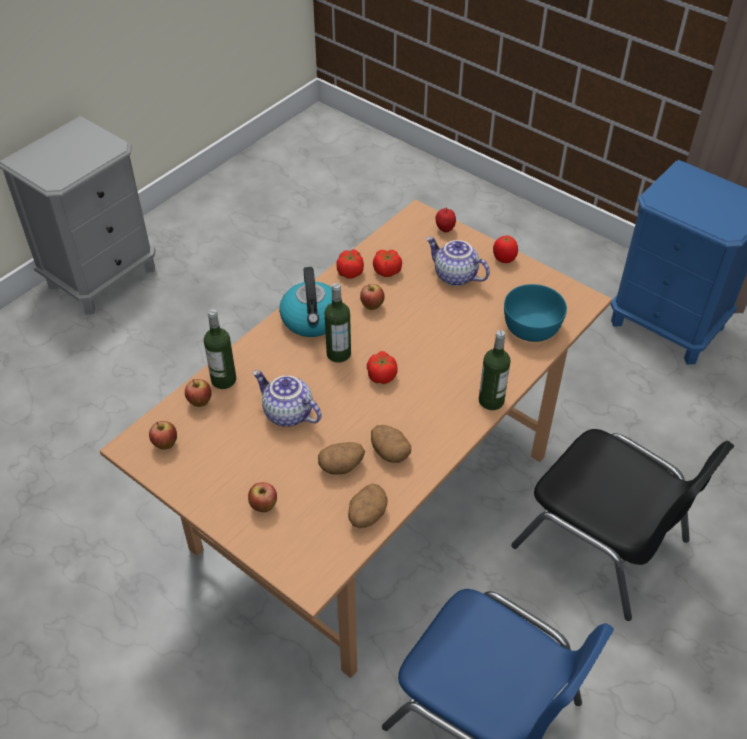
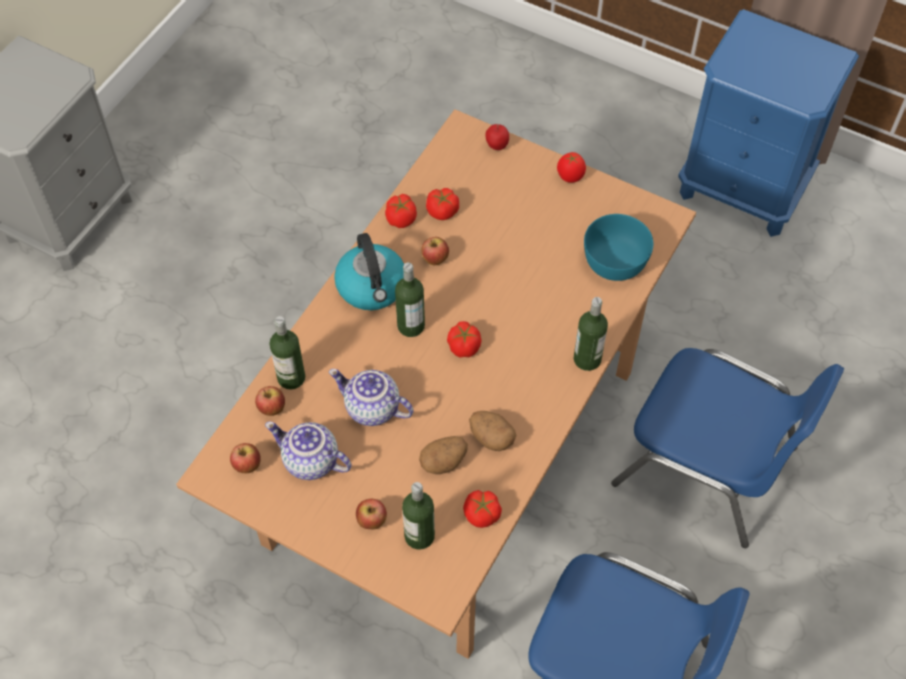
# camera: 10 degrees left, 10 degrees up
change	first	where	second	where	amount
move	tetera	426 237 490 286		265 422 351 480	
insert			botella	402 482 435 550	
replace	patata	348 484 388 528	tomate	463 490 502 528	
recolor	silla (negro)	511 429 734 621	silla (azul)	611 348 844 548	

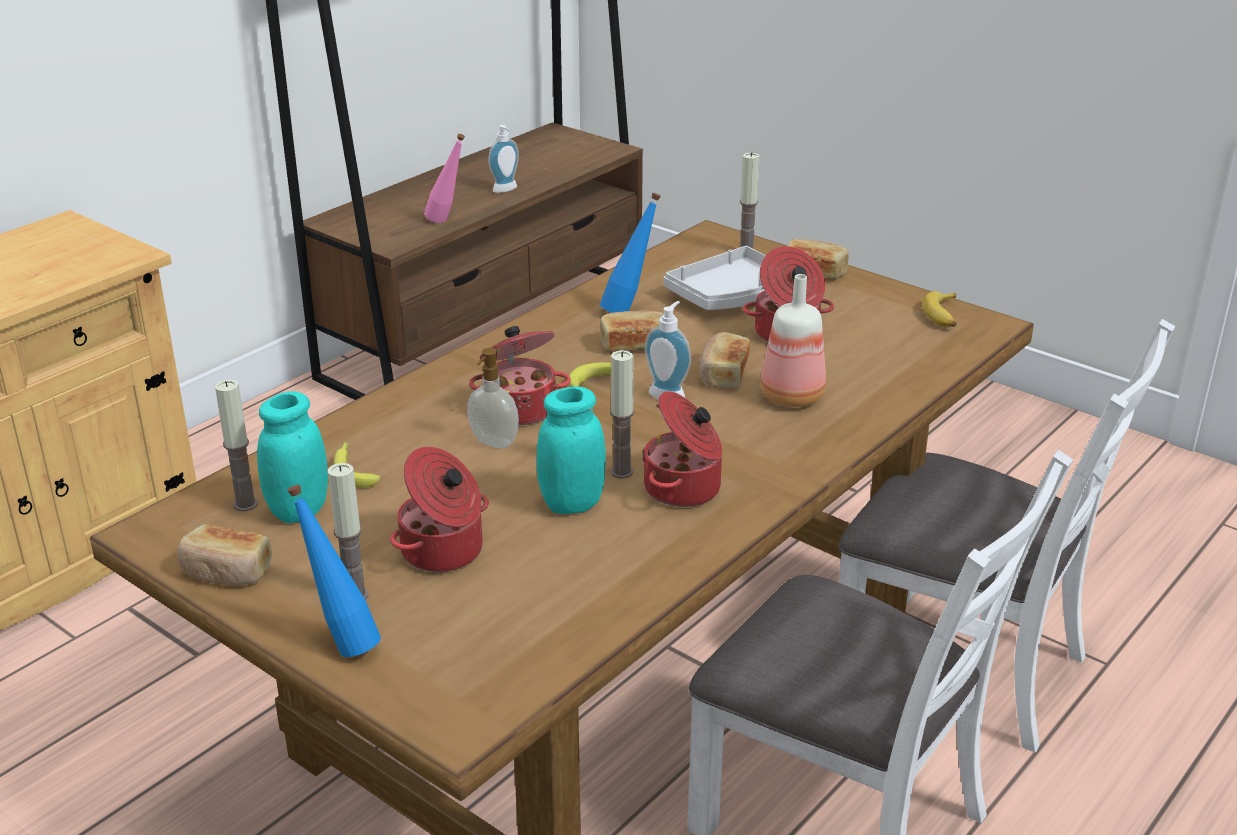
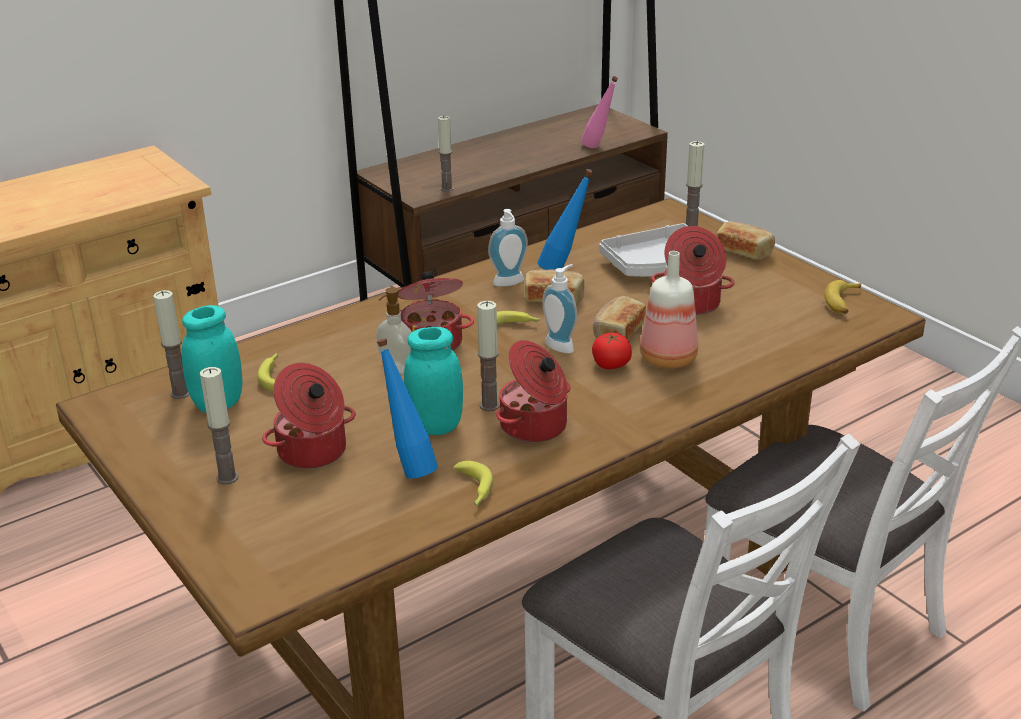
# camera: 15 degrees right, 0 degrees up
change	first	where	second	where	amount
move	botella (azul)	287 485 381 657		377 338 438 478	
insert			vela	438 116 454 192	
insert			plátano	453 461 493 506	
move	dispensador de jabón	488 125 519 193		488 209 528 286	
move	botella (rosa)	424 134 465 223		581 76 618 148	
insert			tomate	592 332 632 369	
delete	pan	177 524 272 585			

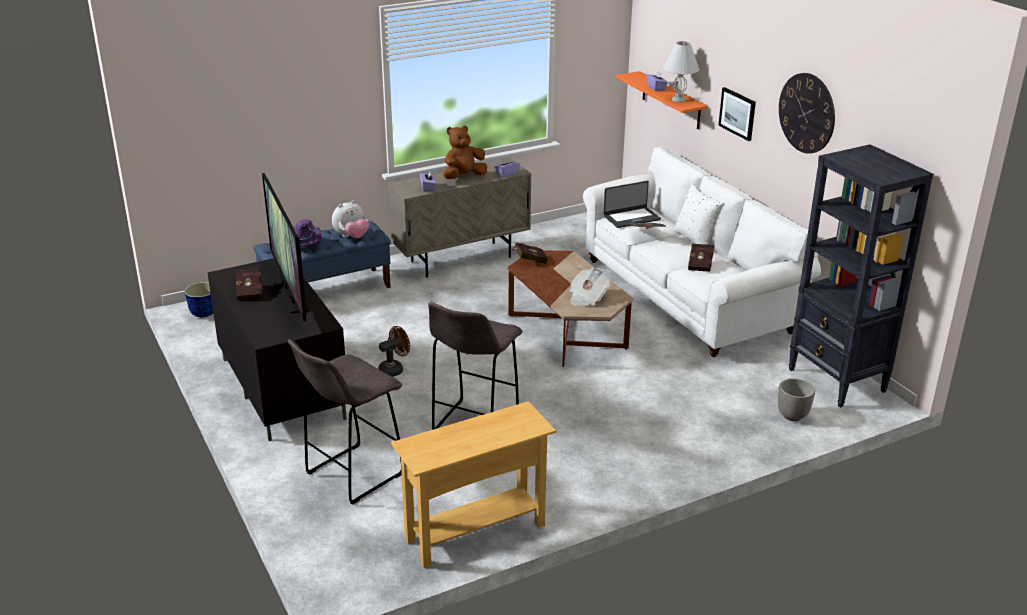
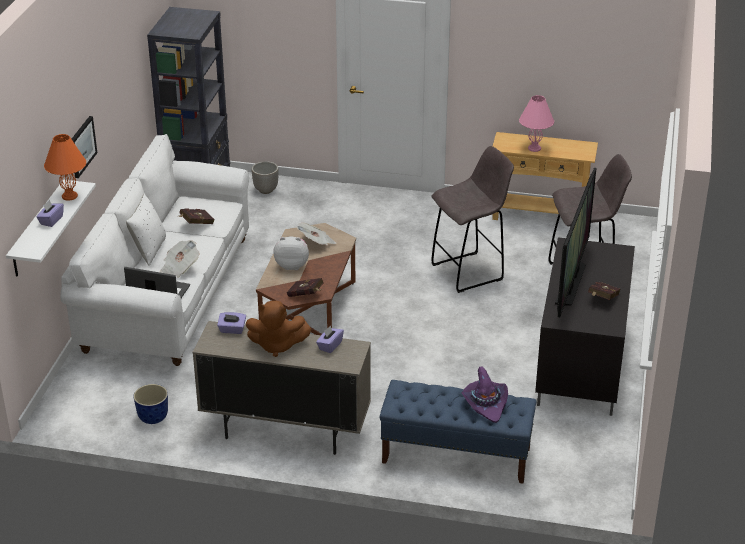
# camera: 140 degrees left, 5 degrees up
change	first	where	second	where	amount
recolor	estante (naranja)	616 71 708 129	estante (blanco)	6 180 96 277	
recolor	lámpara de mesa (blanco)	663 41 700 102	lámpara de mesa (naranja)	44 134 86 201	
move	maceta	185 282 213 317		133 384 168 424	
move	peluche	332 200 369 238		273 236 309 270	
insert			lámpara de mesa (rosa)	519 95 554 152	
delete	ventilador (marrón)	378 326 410 377			
delete	reloj de pared	779 73 835 154			

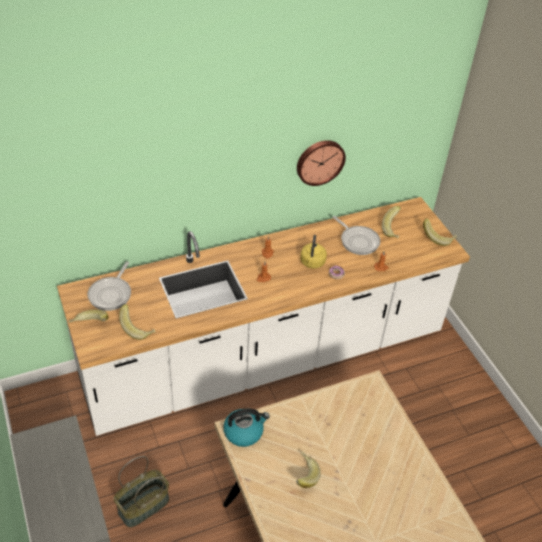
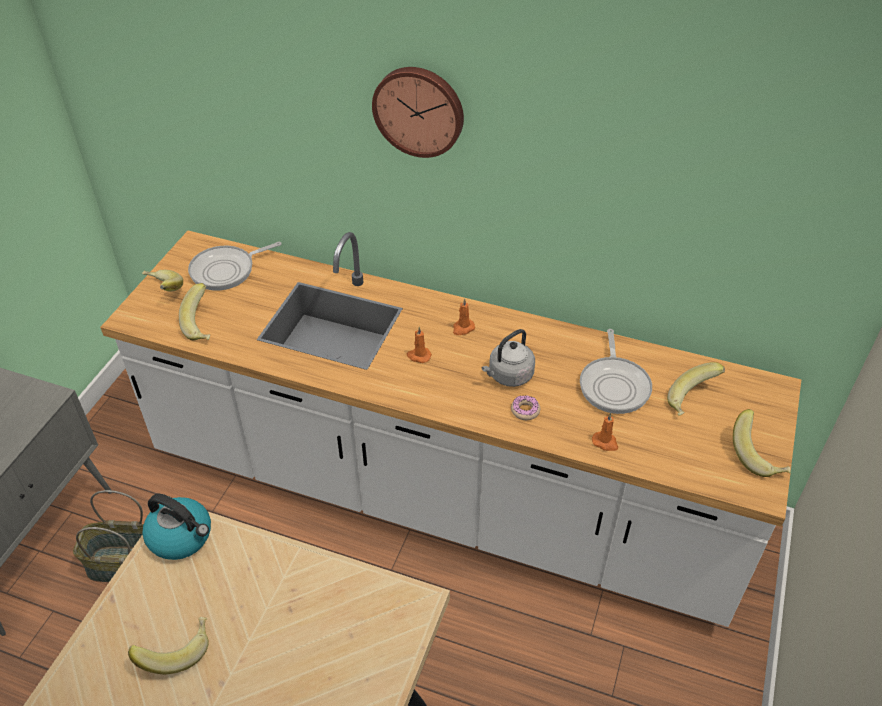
# camera: 45 degrees right, 0 degrees up
change	first	where	second	where	amount
move	reloj de pared	297 140 346 186		372 67 464 158	
recolor	hervidor (amarillo)	300 235 327 269	hervidor (gris)	482 329 535 387	

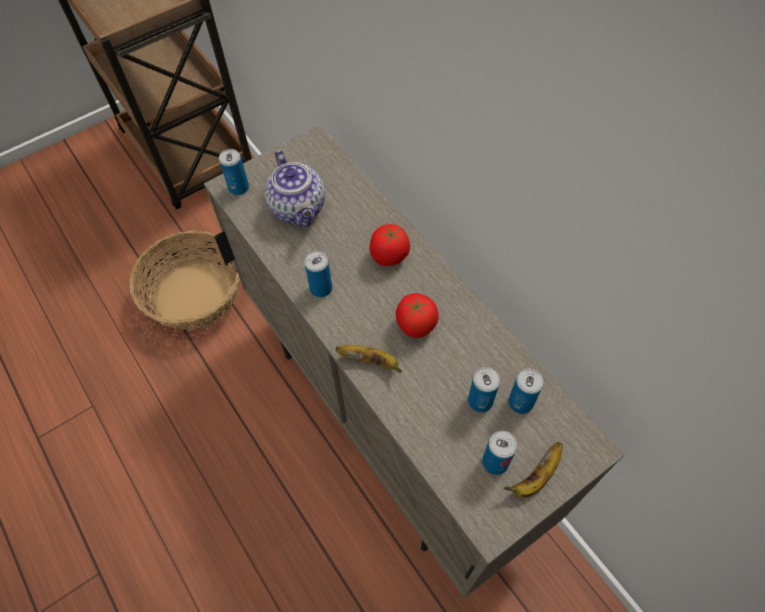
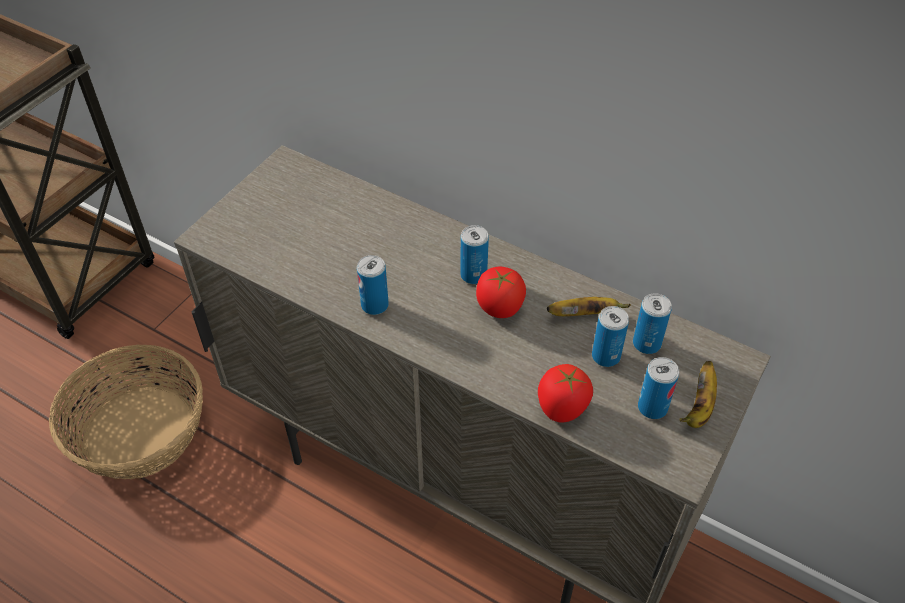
# camera: 25 degrees left, 10 degrees down
change	first	where	second	where	amount
move	lata	219 149 249 195		460 225 489 284	
move	tomate	369 224 410 266		538 364 593 423	
move	plátano	336 345 402 373		547 297 631 316	
delete	tetera	264 150 325 227			

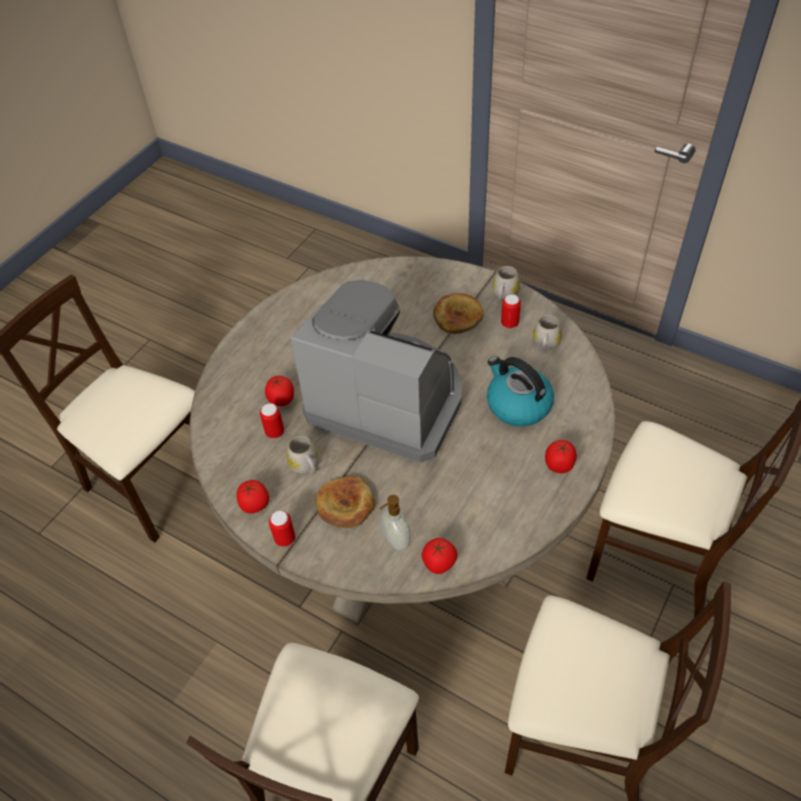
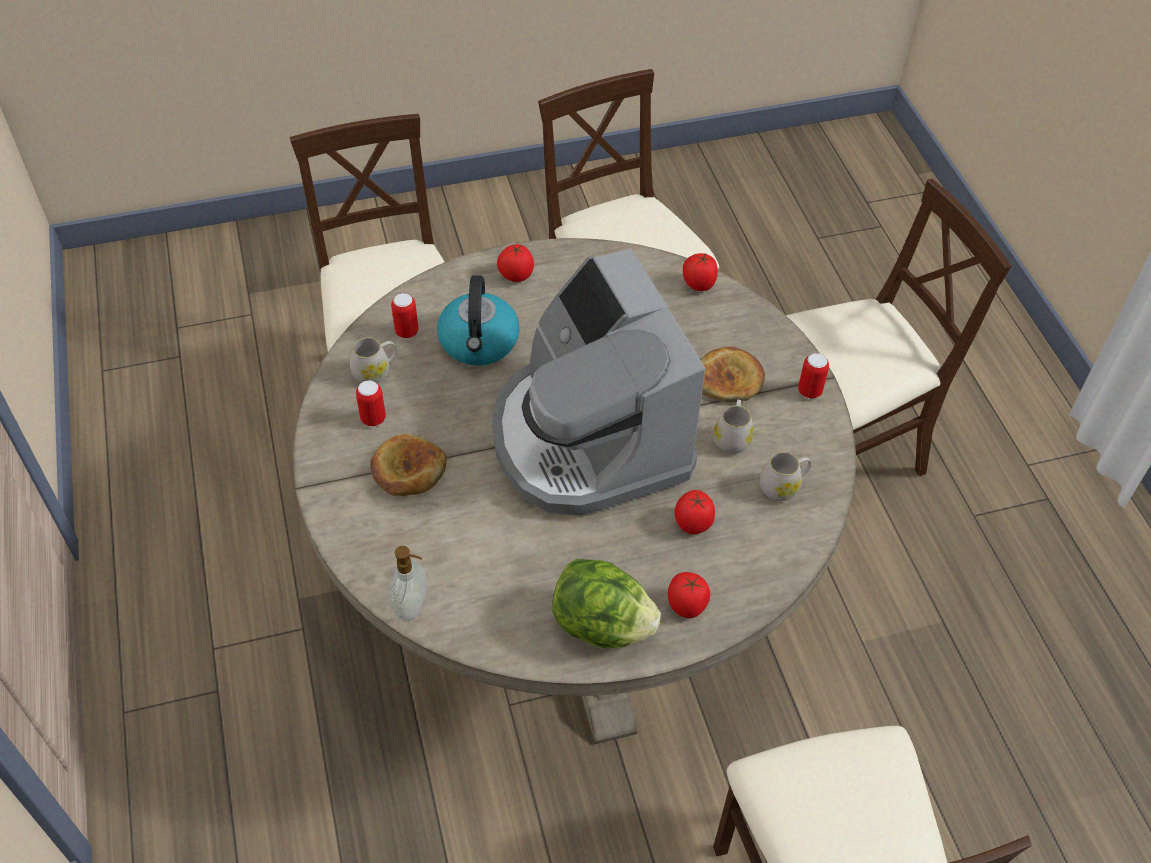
# camera: 140 degrees left, 0 degrees up
change	first	where	second	where	amount
move	dispensador de jabón	380 495 411 551		390 546 426 621	
move	lata	260 403 284 438		391 293 418 339	
insert			lechuga	552 559 661 648	
move	tomate	237 480 269 513		668 572 710 618	
move	taza grande (blanco)	493 266 520 301		760 452 811 501	

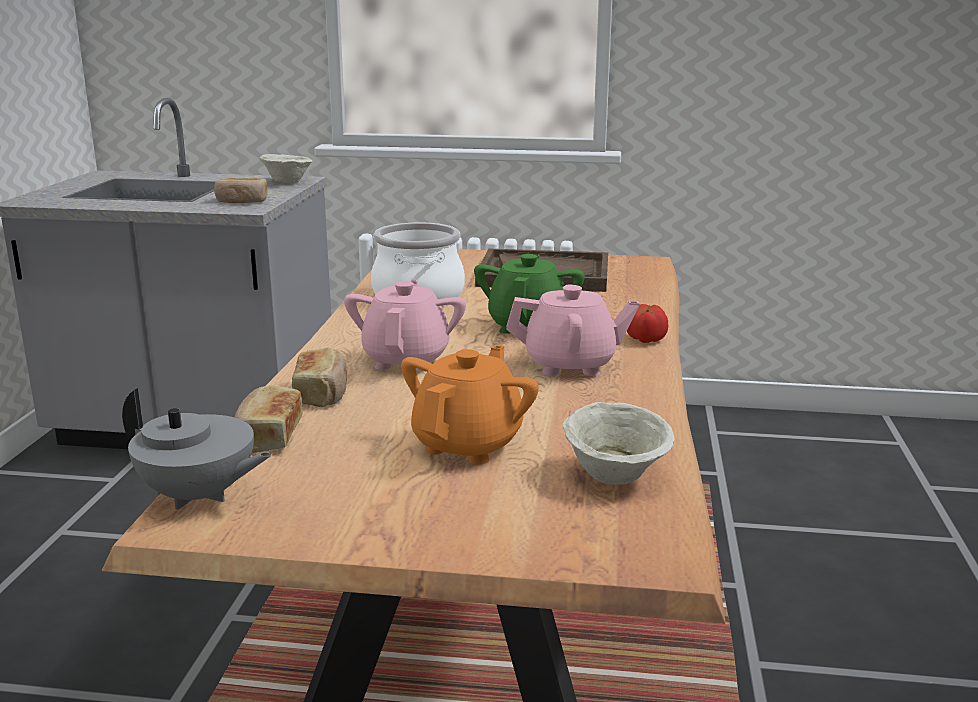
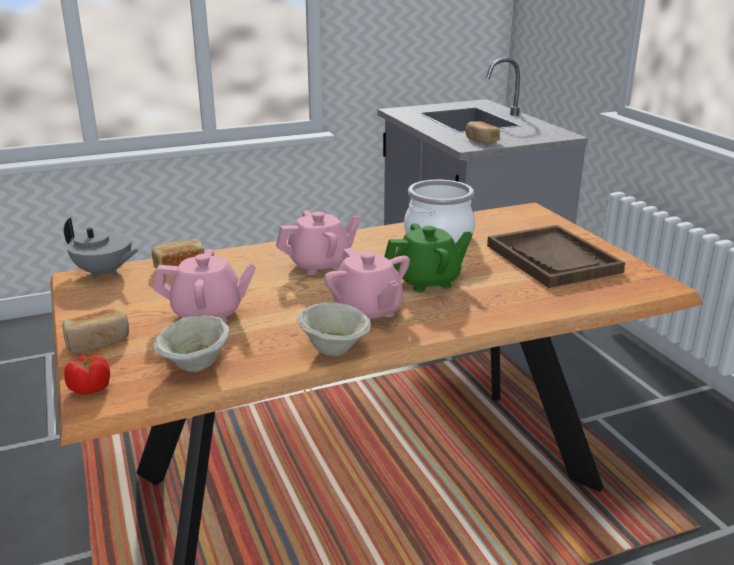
# camera: 60 degrees right, 5 degrees up
change	first	where	second	where	amount
move	pan	292 347 347 407		62 308 129 353	
rotate	tetera (gris)	122 388 272 510		64 218 139 279	60 degrees counterclockwise
move	tomate	627 304 668 343		64 355 110 395	
recolor	tetera (naranja)	401 345 539 465	tetera (rosa)	154 249 256 323	
move	cuenco (beis)	260 154 312 183		297 302 371 356	

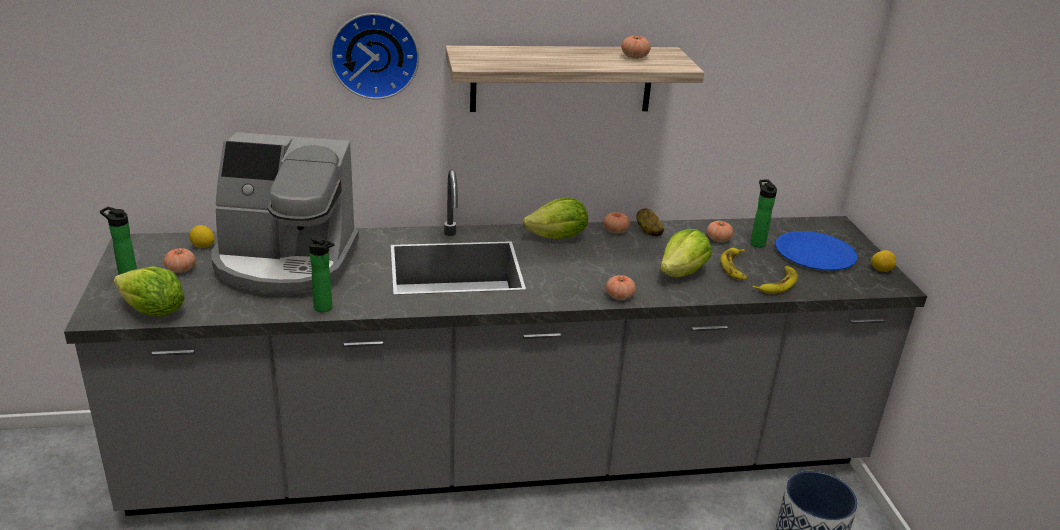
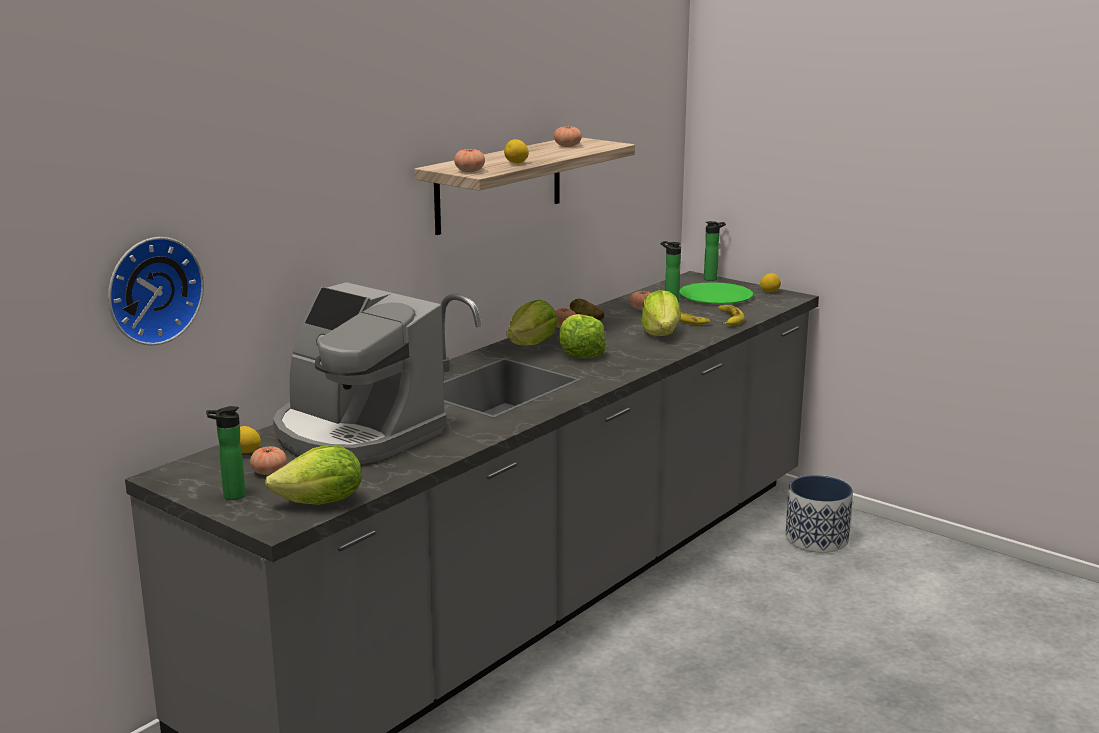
# camera: 40 degrees left, 10 degrees down
change	first	where	second	where	amount
move	reloj de pared	330 13 419 99		108 237 204 345	
rotate	cafetera	211 132 359 297		273 282 447 464	75 degrees clockwise
move	tomate	606 275 636 300		454 148 485 172	
insert			limón	504 139 529 163	
insert			lechuga	559 314 606 358	
recolor	plato (azul)	775 231 857 270	plato (verde)	679 282 753 304	
move	botella	309 236 334 312		704 221 726 281	

